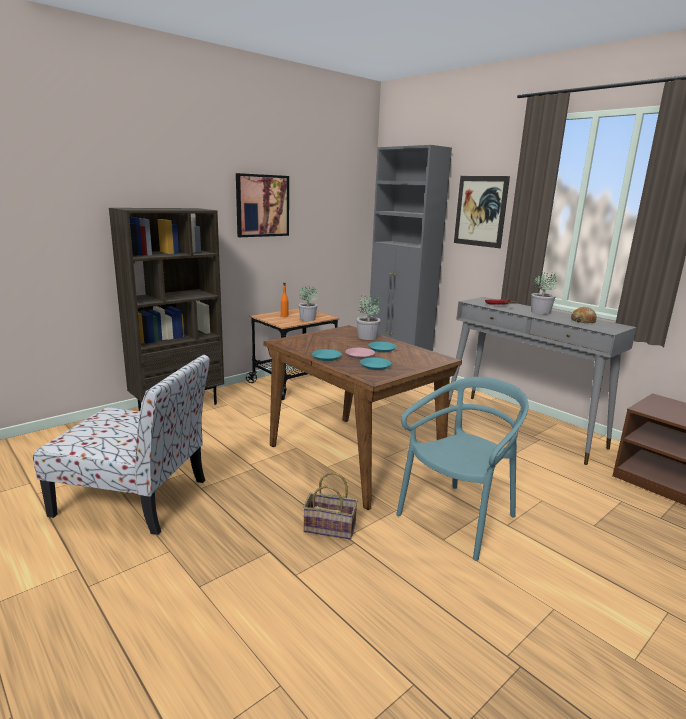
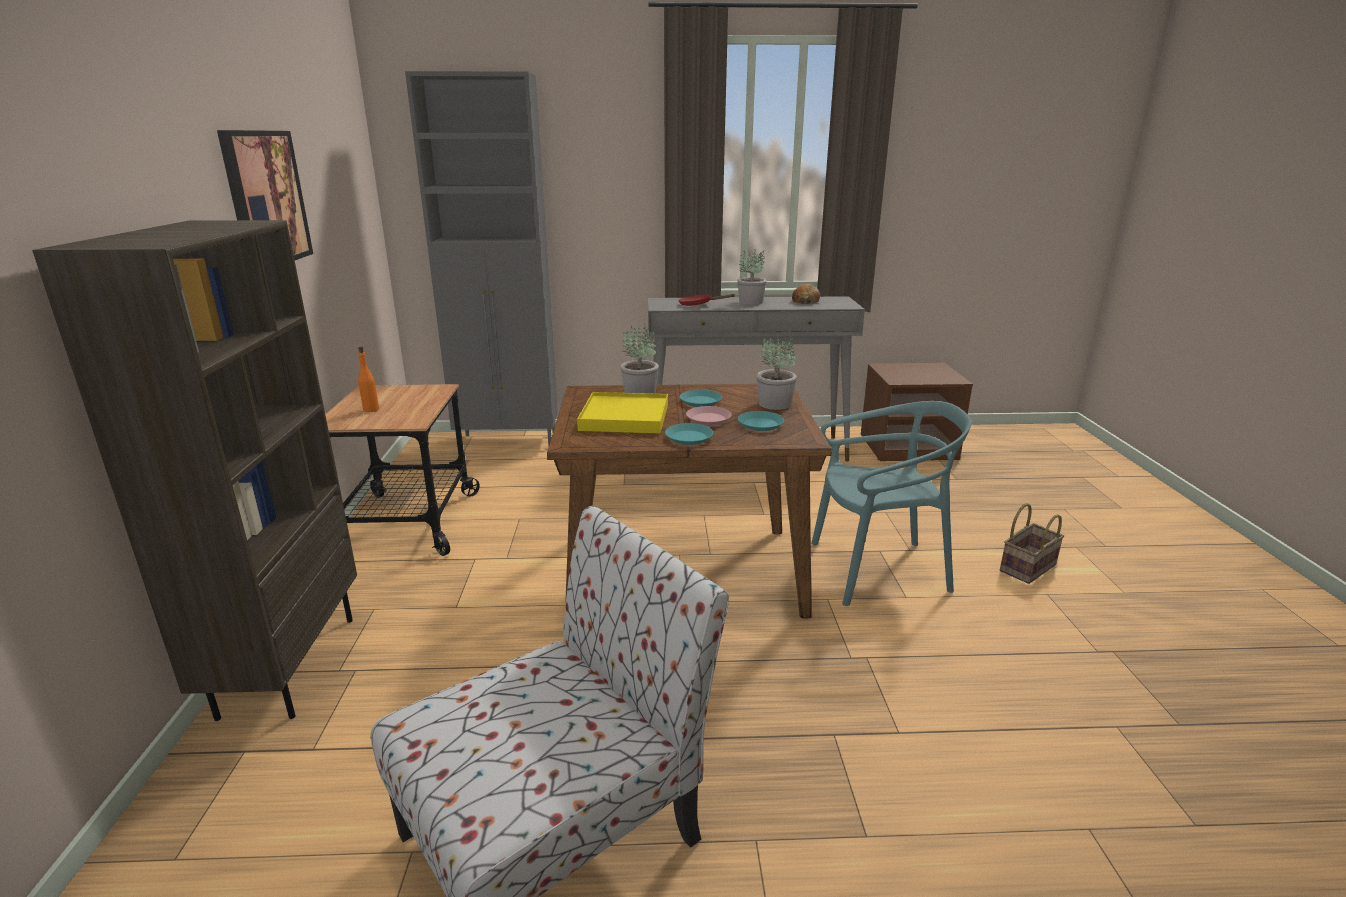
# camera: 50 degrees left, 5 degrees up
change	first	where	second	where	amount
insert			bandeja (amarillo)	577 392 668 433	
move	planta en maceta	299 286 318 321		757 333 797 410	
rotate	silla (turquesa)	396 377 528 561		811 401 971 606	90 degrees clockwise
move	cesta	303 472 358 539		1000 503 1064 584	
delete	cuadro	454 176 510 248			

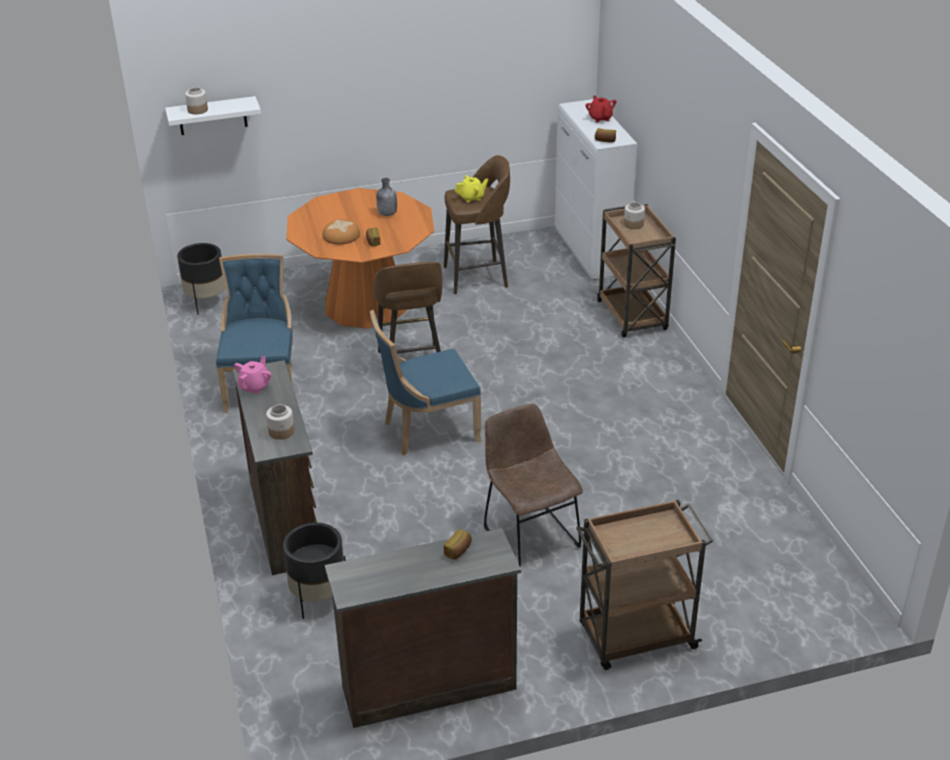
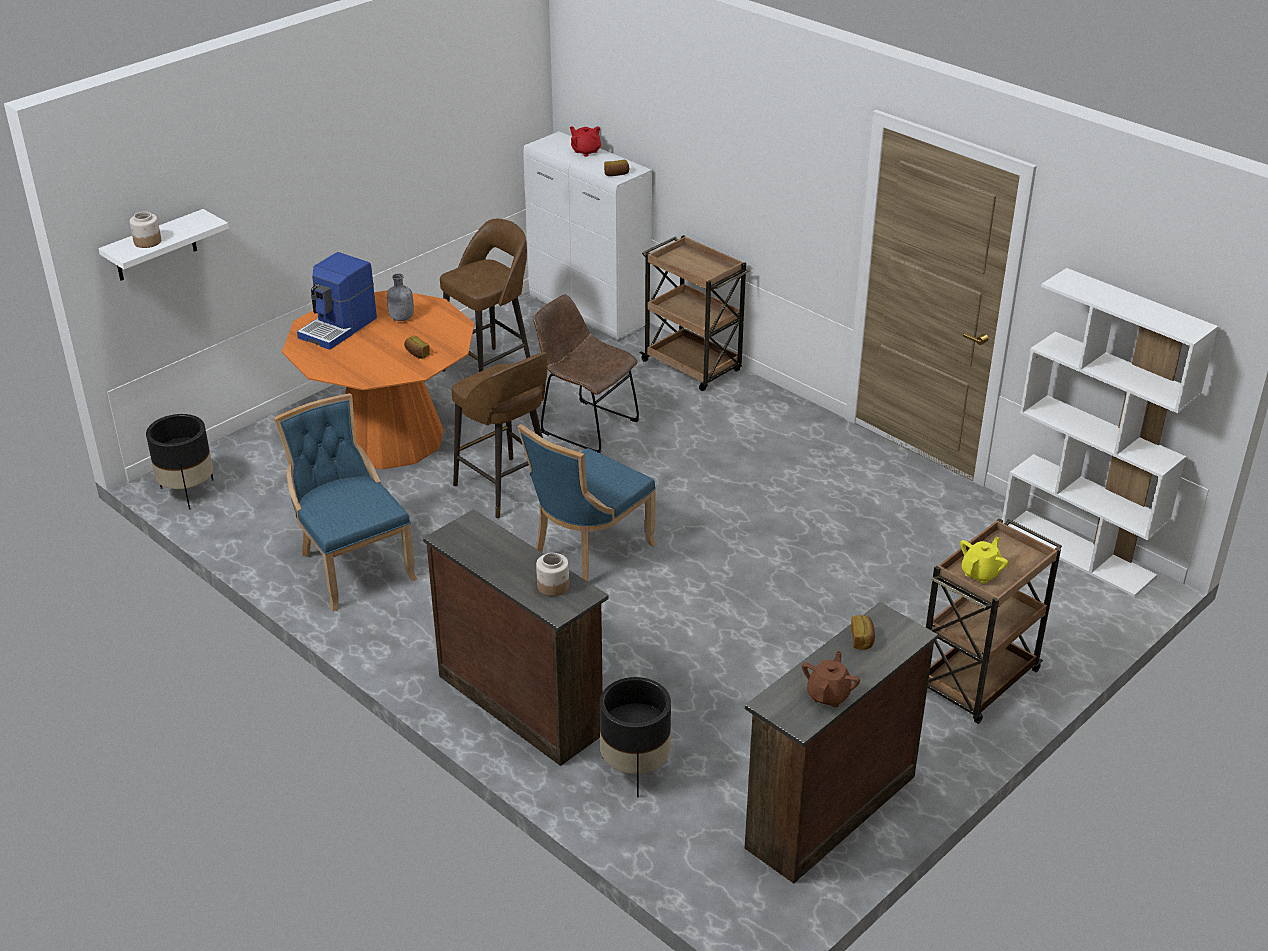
# camera: 30 degrees left, 0 degrees up
change	first	where	second	where	amount
insert			cafetera	297 252 377 350	
move	silla (marrón)	484 403 583 566		533 294 639 453	
insert			tetera (marrón)	802 651 860 707	
move	tetera (amarillo)	455 175 488 202		960 537 1008 584	
insert			estantería (blanco)	1002 268 1218 597	
delete	tetera (rosa)	234 356 271 394			
delete	pan	322 219 360 244			
delete	tarro	624 202 645 229			

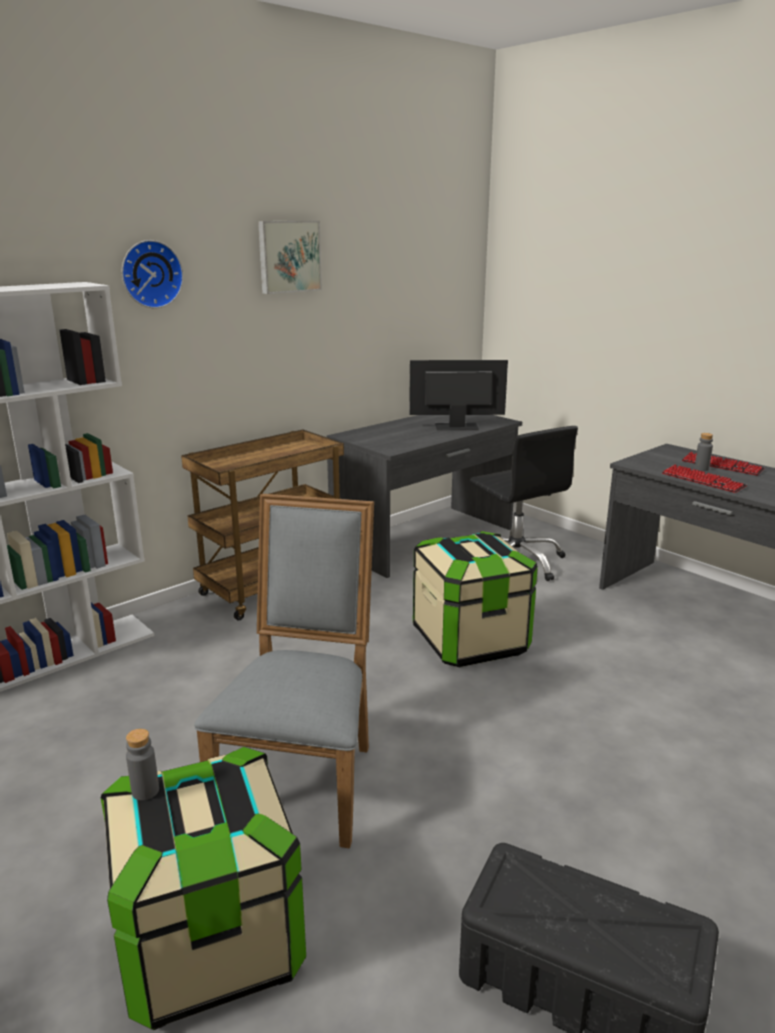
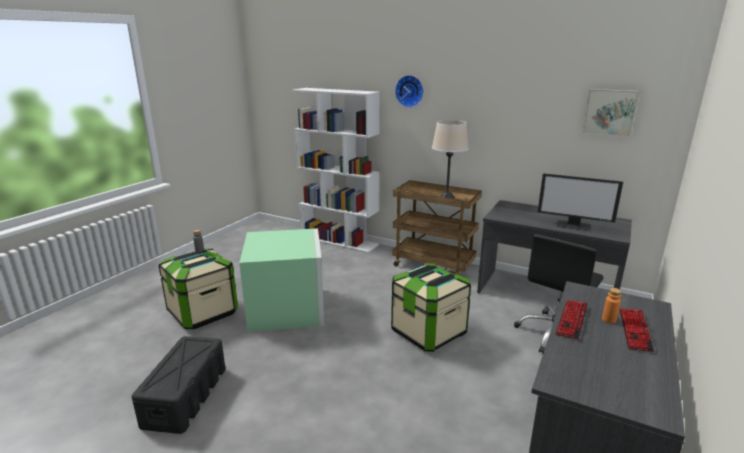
# camera: 70 degrees right, 0 degrees up
change	first	where	second	where	amount
replace	silla (gris)	194 494 374 849	caja de almacenaje (verde)	239 228 324 332	
insert			lámpara de mesa (beis)	432 120 469 199	
rotate	monitor	409 360 508 430		538 173 623 231	135 degrees clockwise
move	cuadro	258 221 322 294		582 89 639 137	
recolor	botella (gris)	694 433 713 471	botella (naranja)	602 288 622 323	

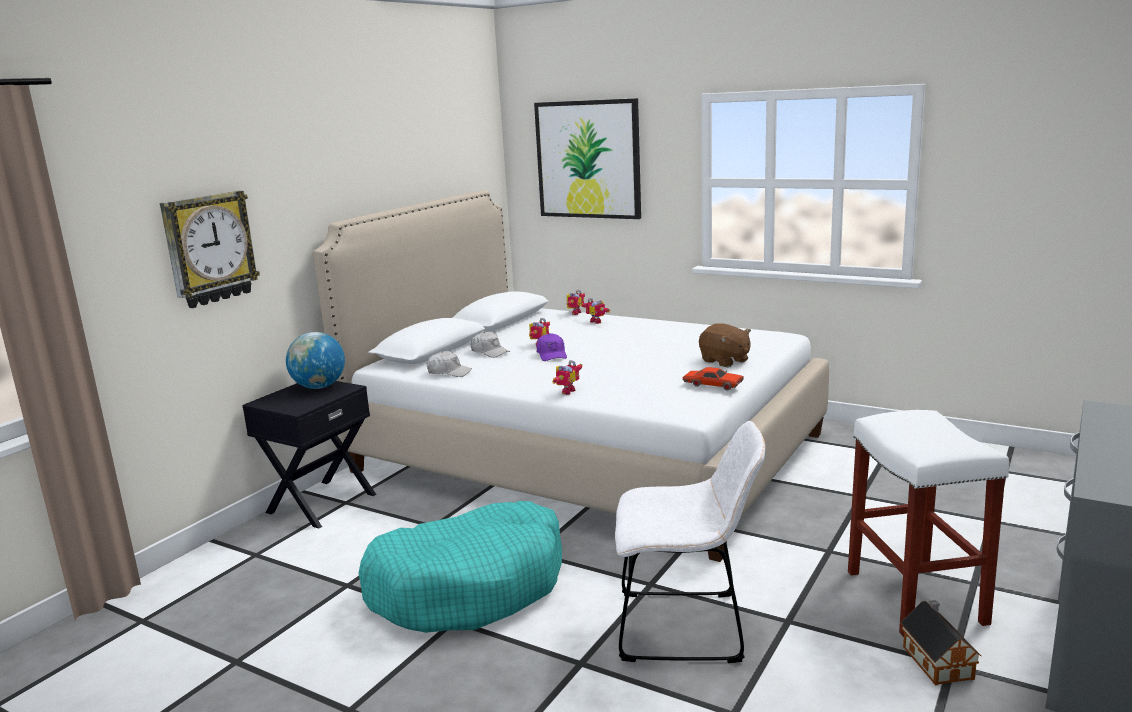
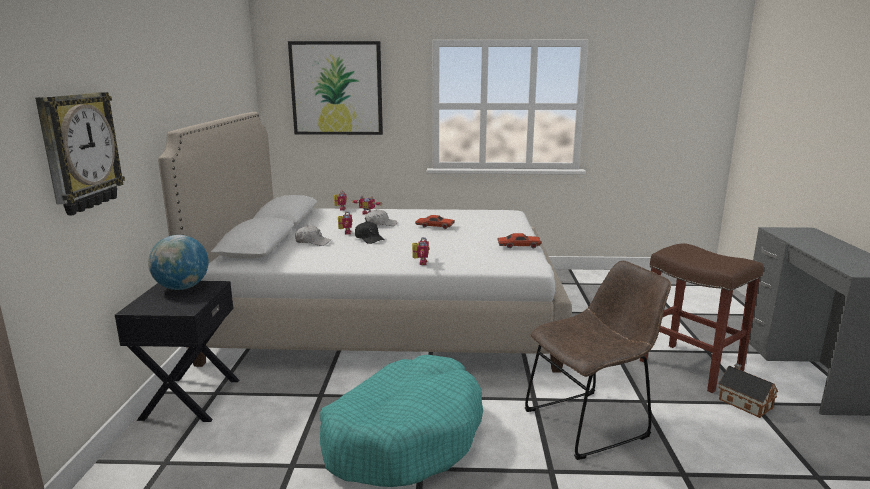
# camera: 30 degrees left, 0 degrees up
change	first	where	second	where	amount
recolor	gorra (morado)	537 333 567 361	gorra (negro)	355 221 385 244	
move	gorra (blanco)	427 351 472 377		365 210 397 226	
insert			coche de juguete (rojo)	415 215 455 229	
recolor	silla (blanco)	615 421 765 663	silla (marrón)	525 261 671 460	
recolor	taburete (blanco)	848 410 1009 637	taburete (marrón)	640 243 764 393	
delete	peluche (marrón)	699 323 751 367			

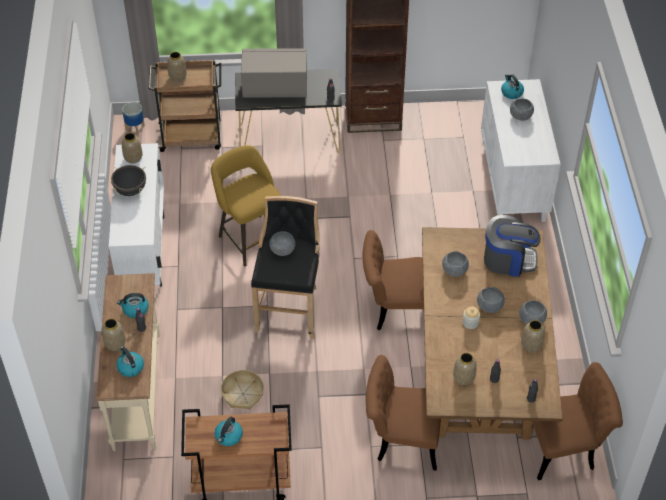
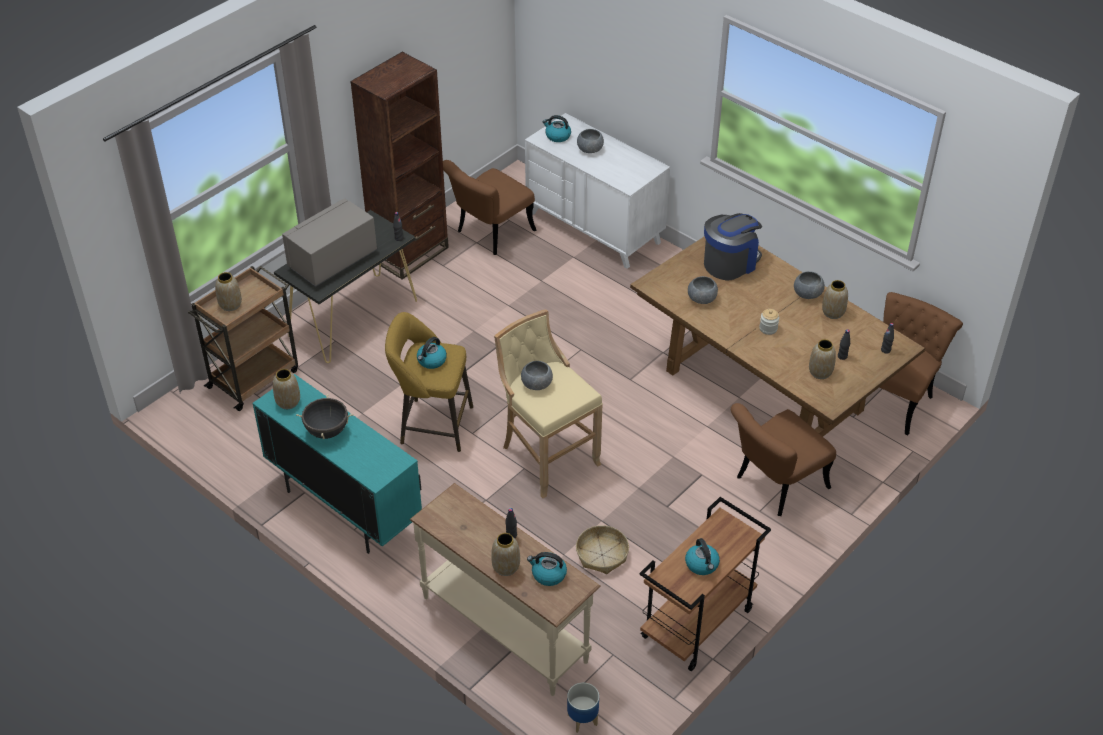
# camera: 45 degrees left, 5 degrees down
change	first	where	second	where	amount
recolor	armario (blanco)	109 143 165 287	armario (turquesa)	252 374 422 554	
move	hervidor	117 293 149 318		417 337 447 369	
move	silla (marrón)	363 230 424 330		443 160 536 255	
recolor	taburete (negro)	251 196 320 339	taburete (beis)	494 309 603 498	
move	maceta	122 102 145 135		567 683 599 733	
delete	cuenco (gris)	477 287 505 313			

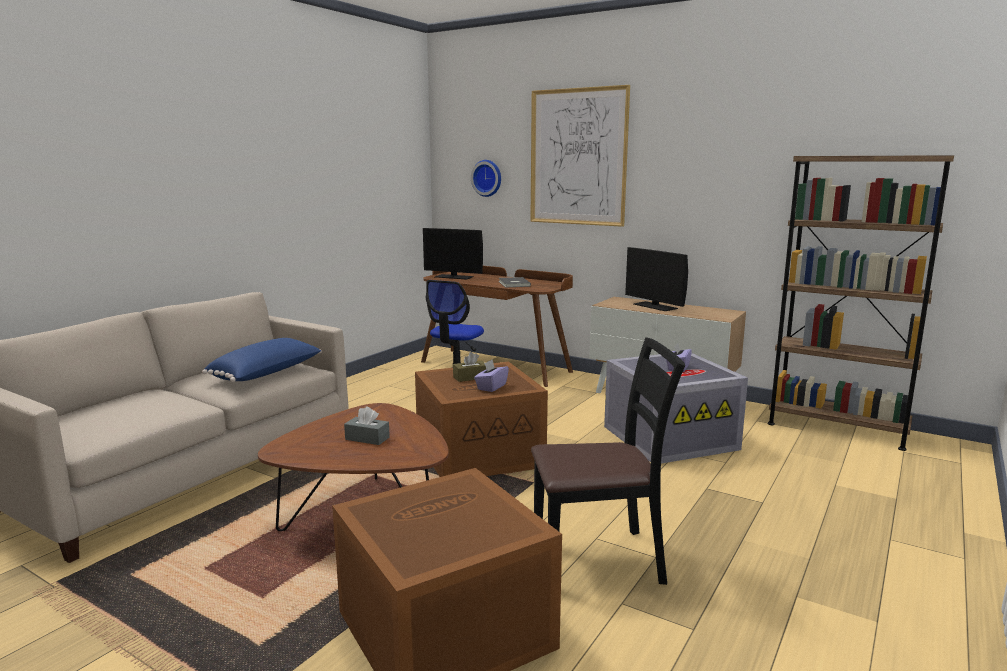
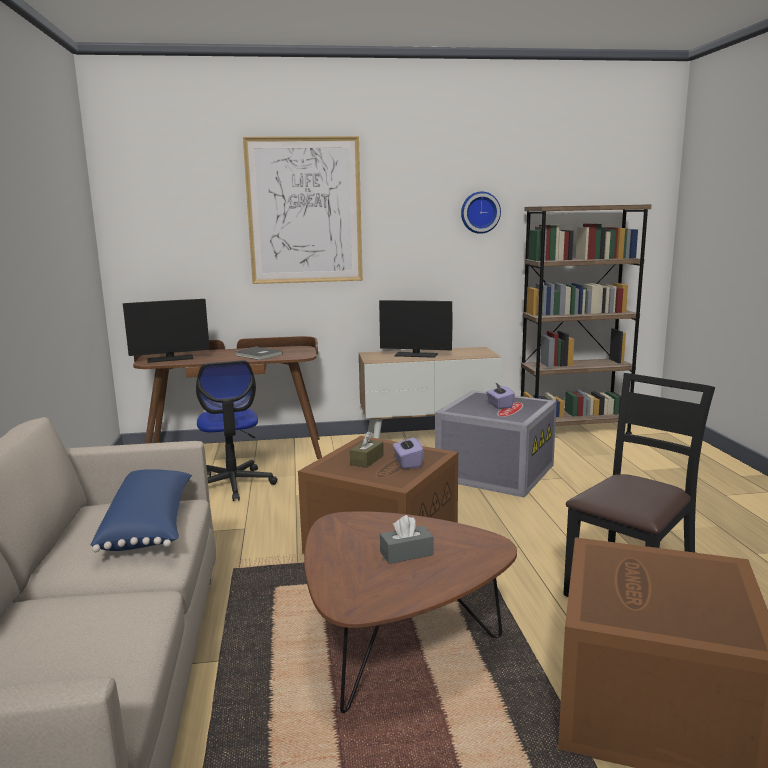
# camera: 40 degrees left, 0 degrees up
change	first	where	second	where	amount
move	reloj de pared	471 160 501 197		461 191 501 234	

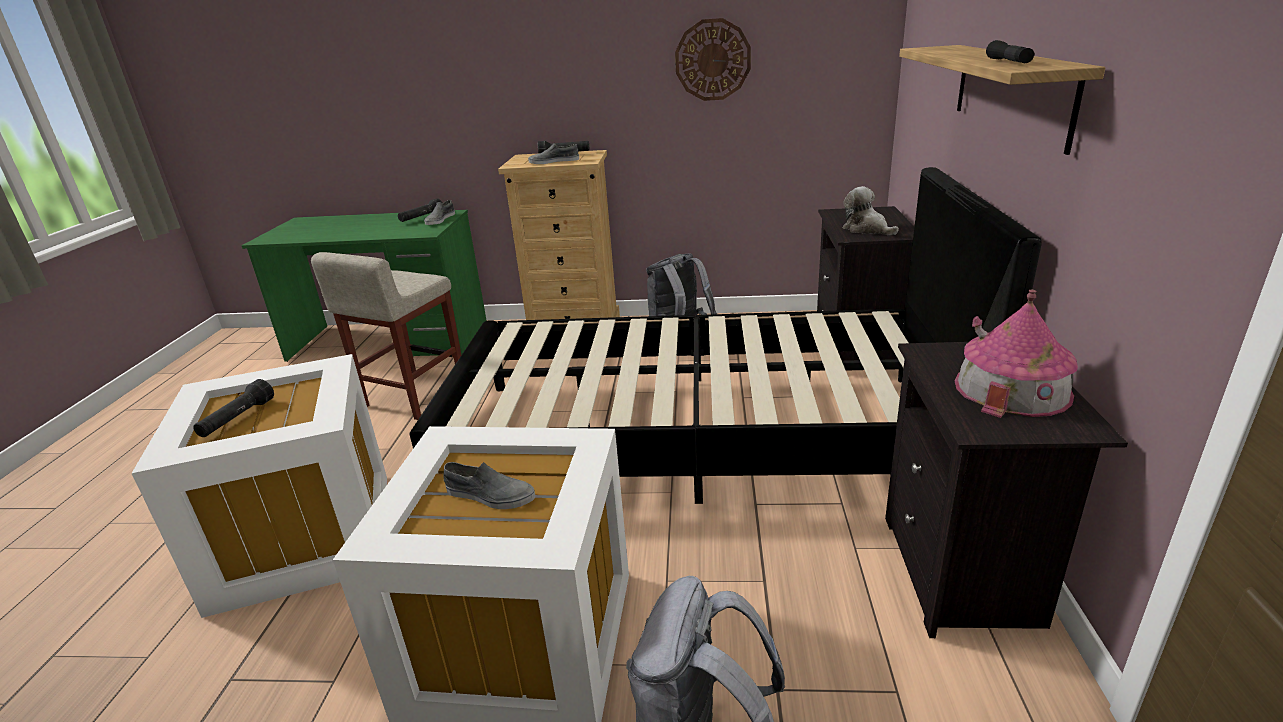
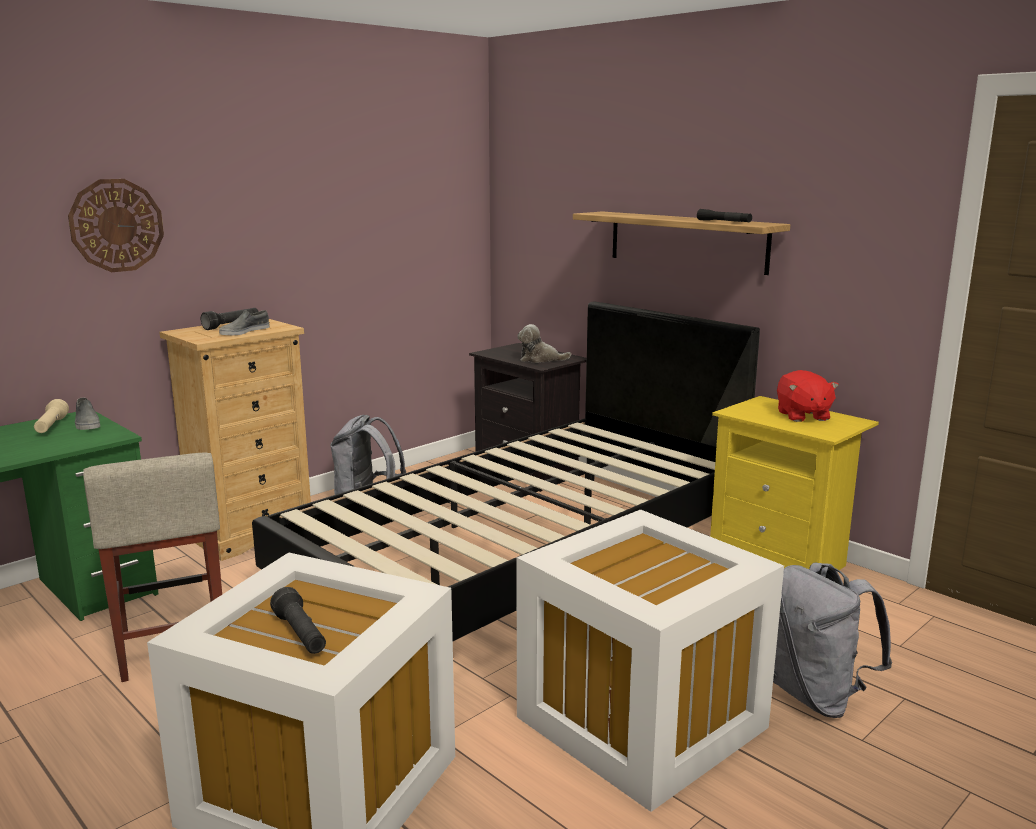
# camera: 50 degrees left, 10 degrees down
change	first	where	second	where	amount
recolor	linterna (negro)	398 198 443 222	linterna (beis)	34 399 69 433	
move	reloj de pared	675 18 751 101		68 179 164 272	
recolor	mesita de noche (negro)	885 342 1128 638	mesita de noche (amarillo)	710 396 879 570	
replace	casita	955 290 1078 418	peluche (rojo)	777 370 839 422	
delete	zapato (gris)	444 462 536 509			

